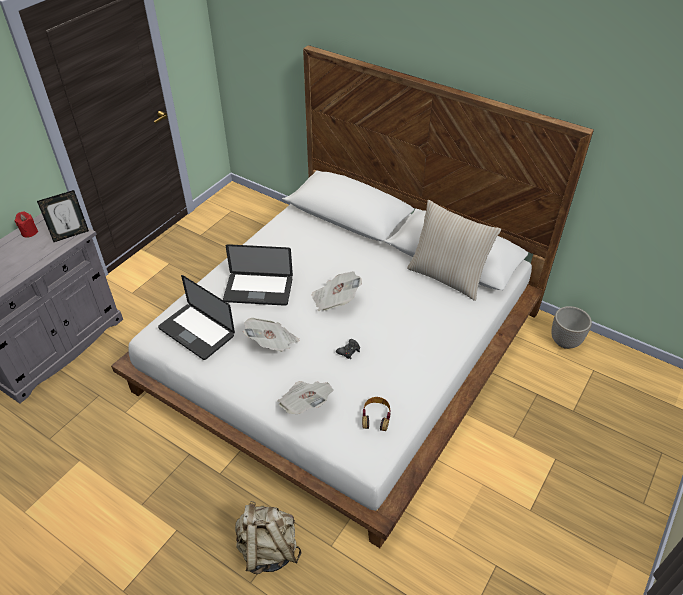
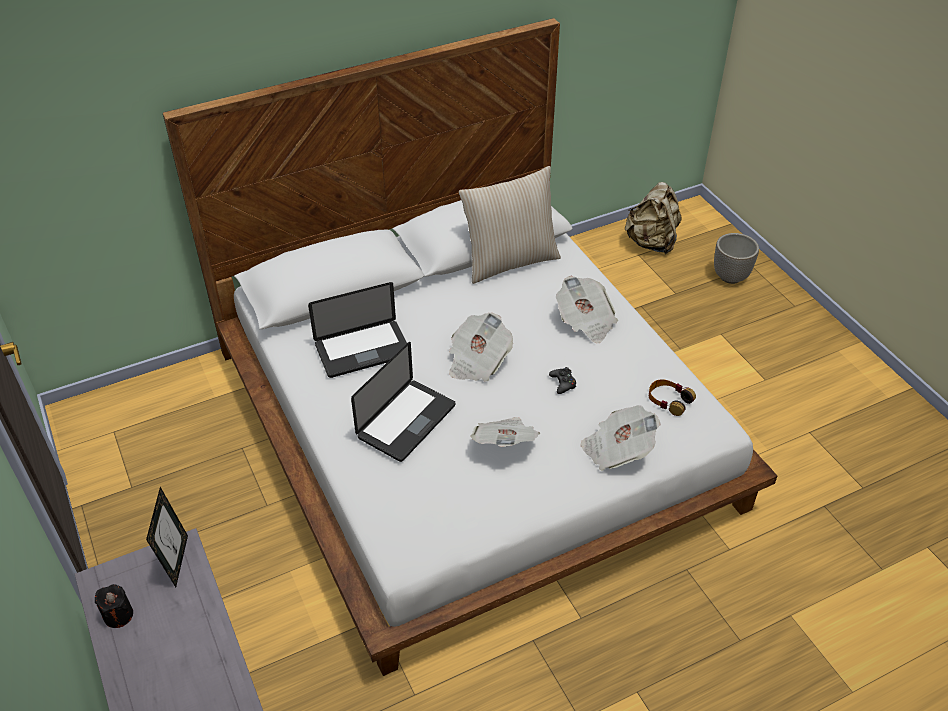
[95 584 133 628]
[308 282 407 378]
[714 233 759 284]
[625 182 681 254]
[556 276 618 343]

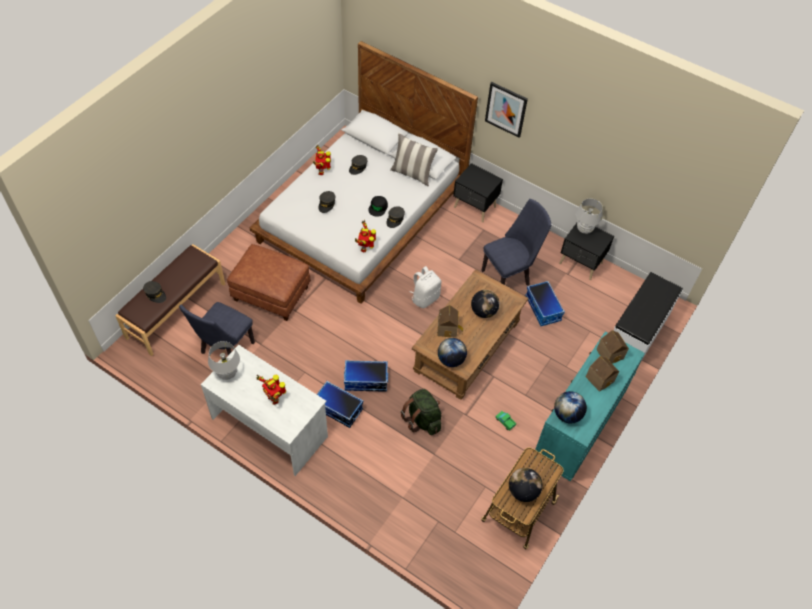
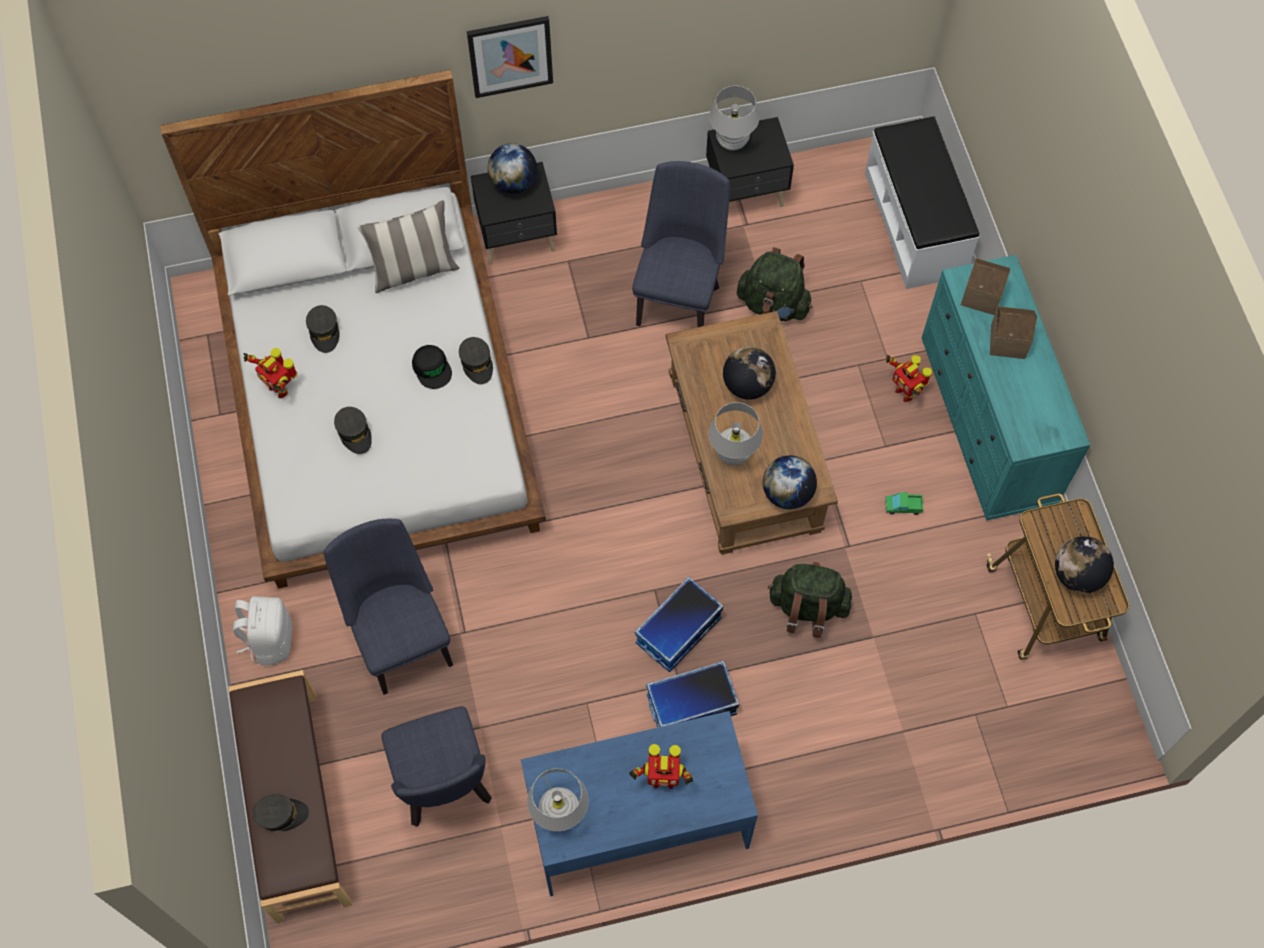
[886 355 932 402]
[324 519 453 695]
[233 596 292 666]
[737 247 812 321]
[709 402 763 465]
[521 711 758 896]
[488 143 537 194]

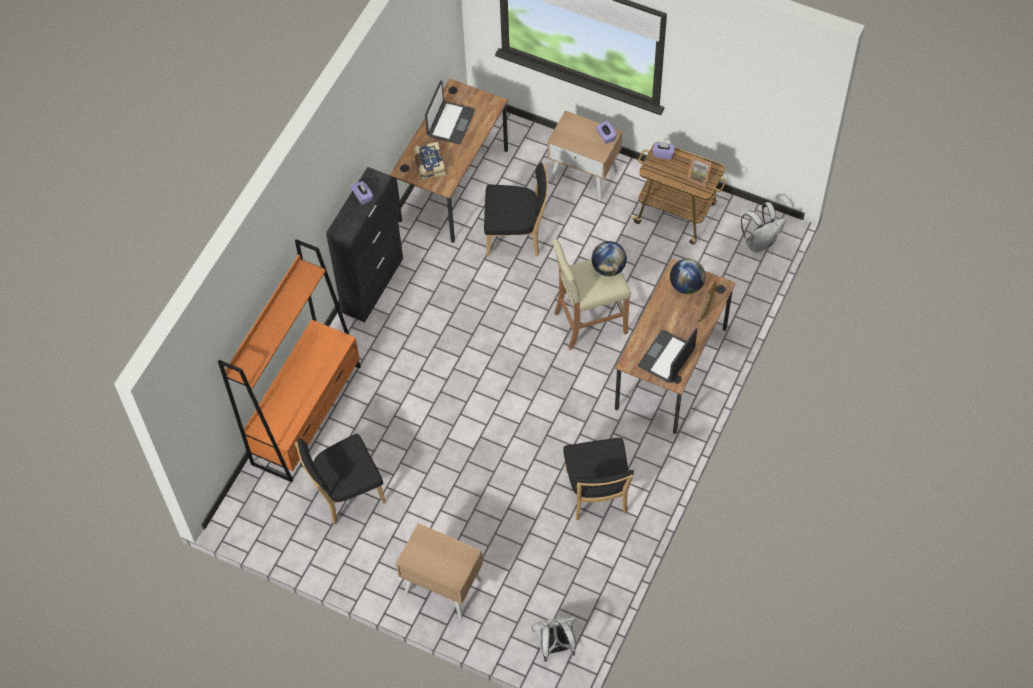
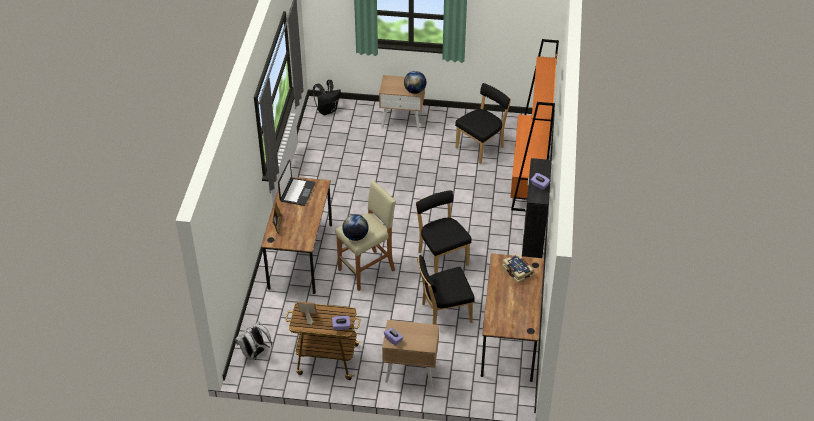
[425 80 475 144] (first image)
[404 71 427 94]
[416 190 471 274]
[313 80 341 115]

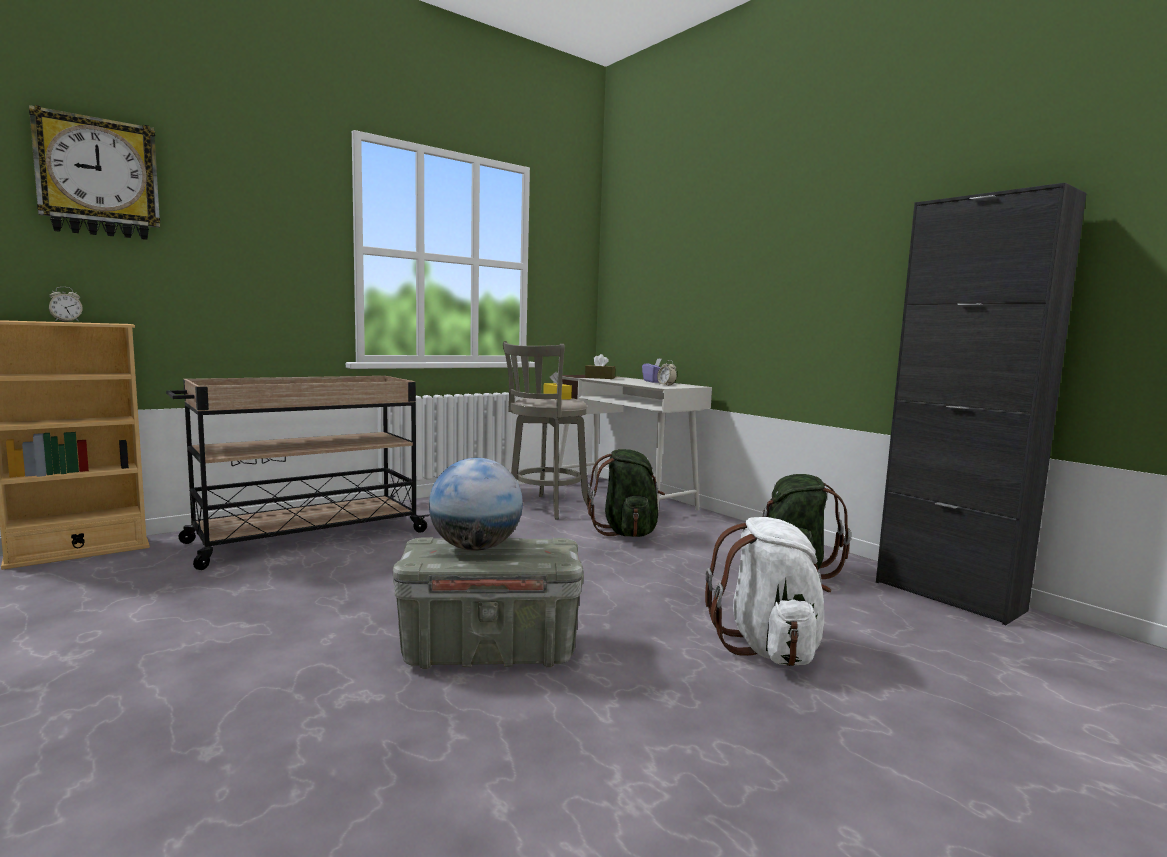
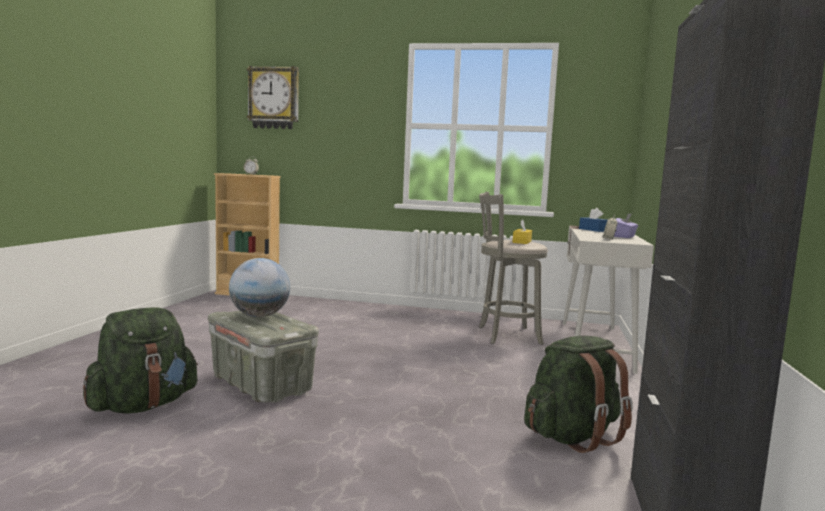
[579 208 607 232]
[166 376 429 570] (first image)
[83 307 198 414]
[705 517 831 666] (first image)

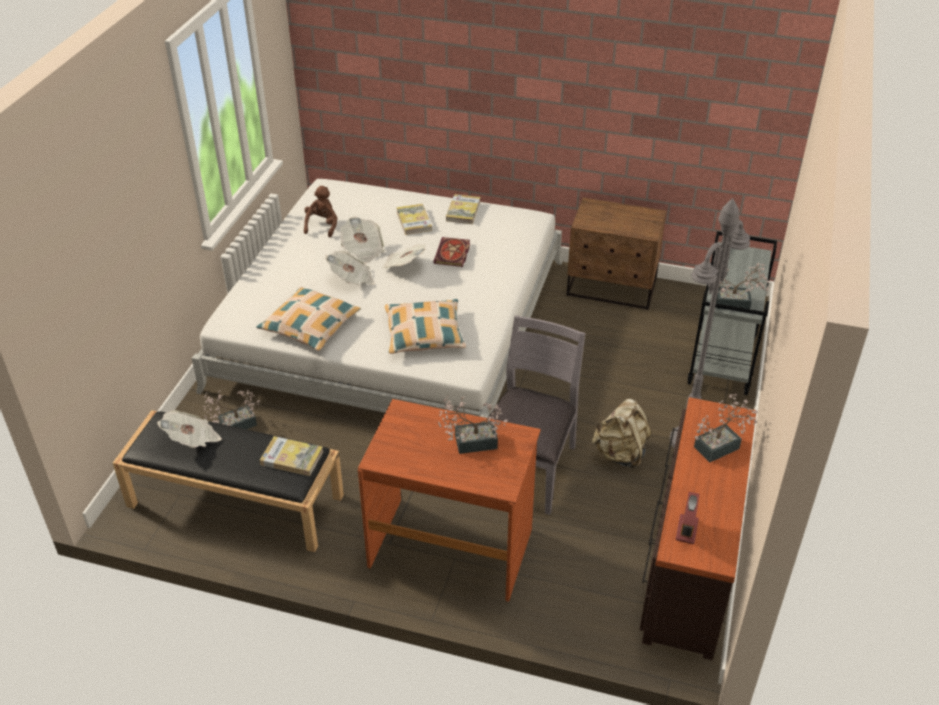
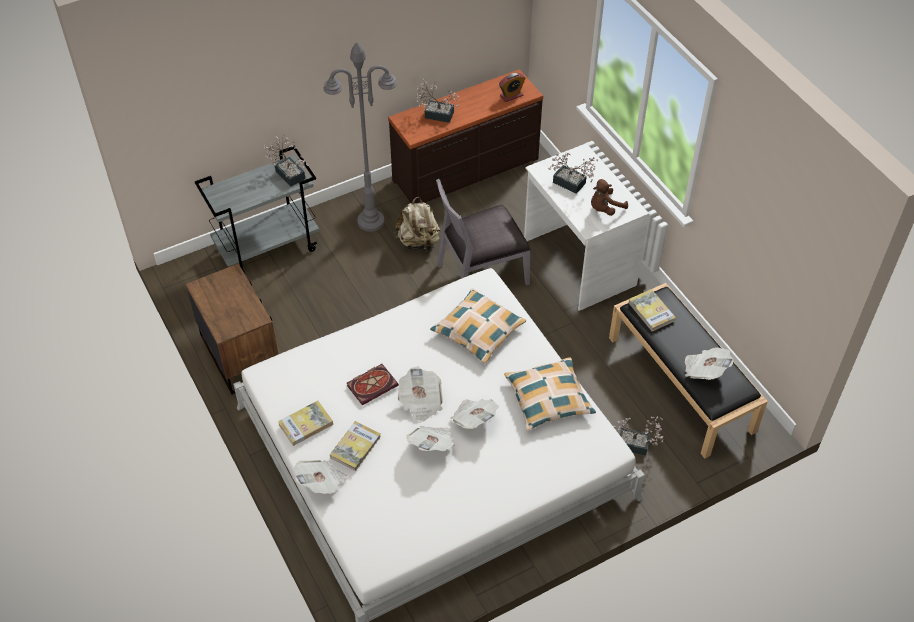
[591 179 628 216]
[524 143 649 311]
[294 460 348 494]

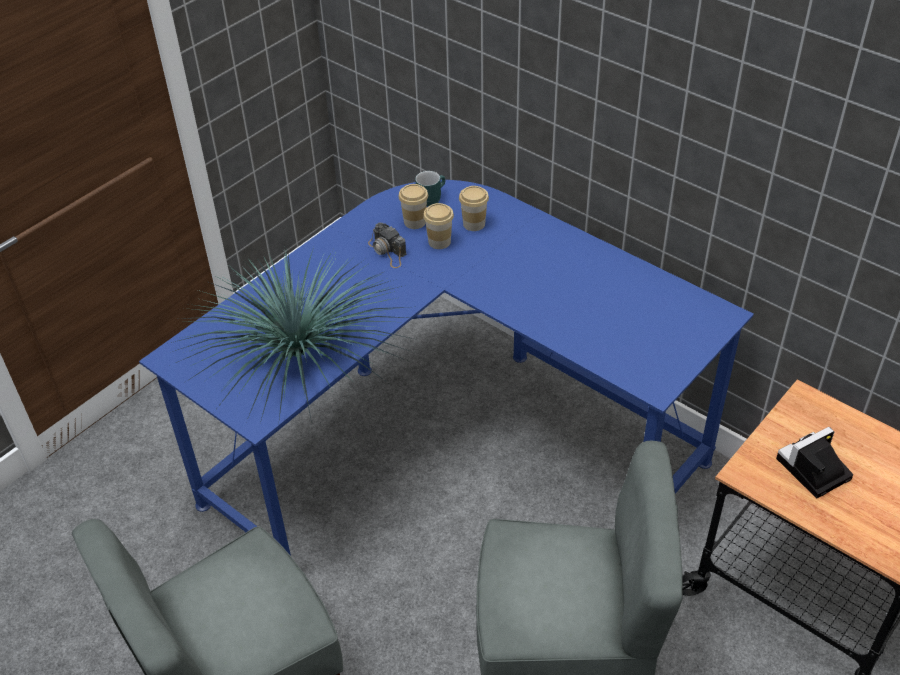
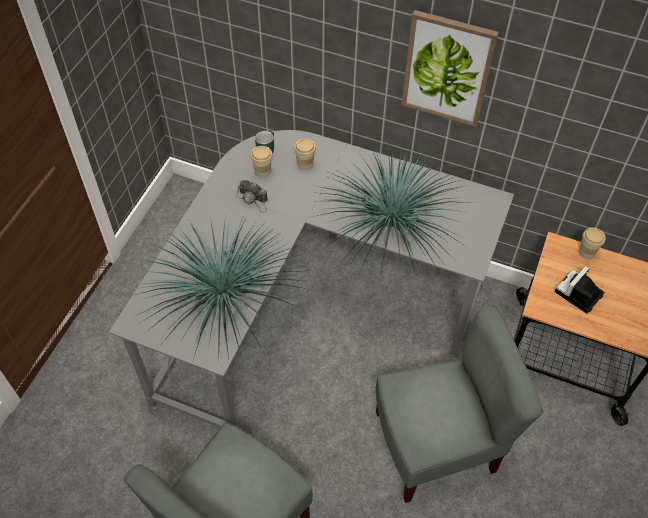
[109 130 514 427]
[579 228 606 259]
[402 10 499 127]
[308 150 470 276]

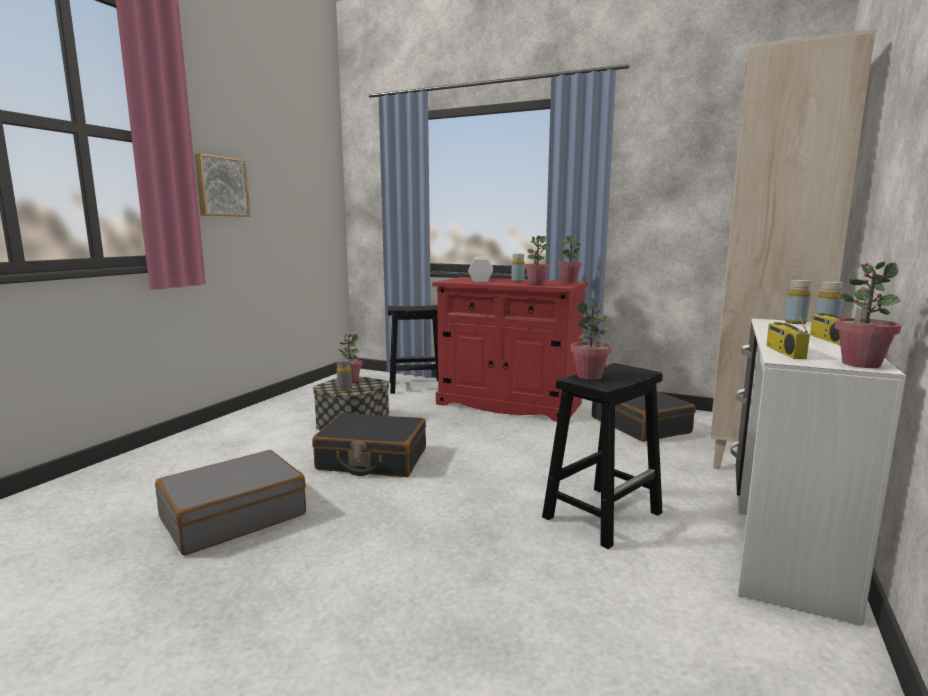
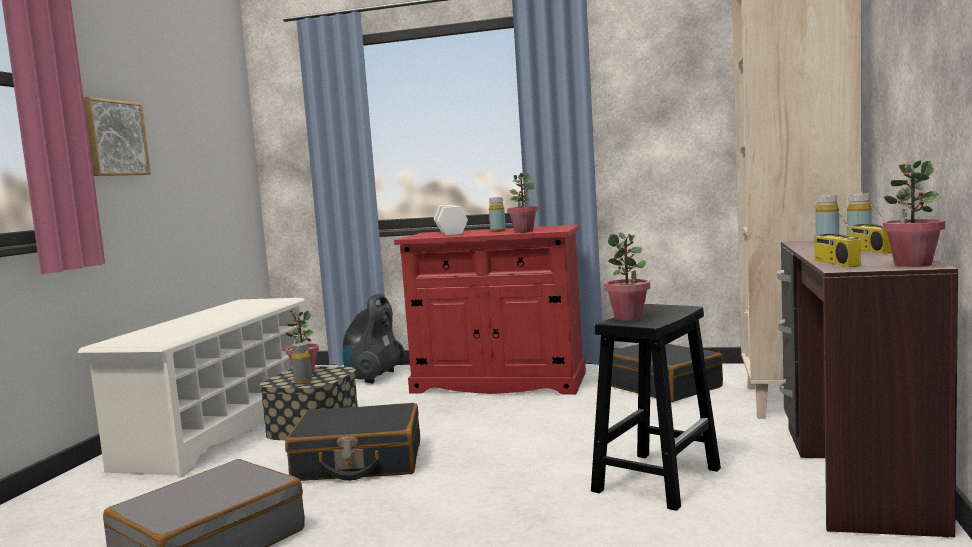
[558 236 582 283] (first image)
[342 294 405 384]
[777 240 958 538]
[78 298 306 478]

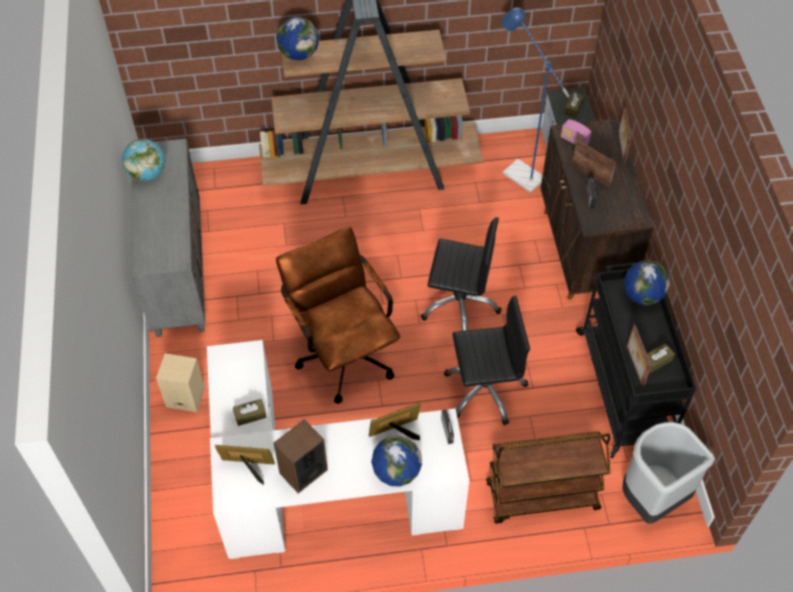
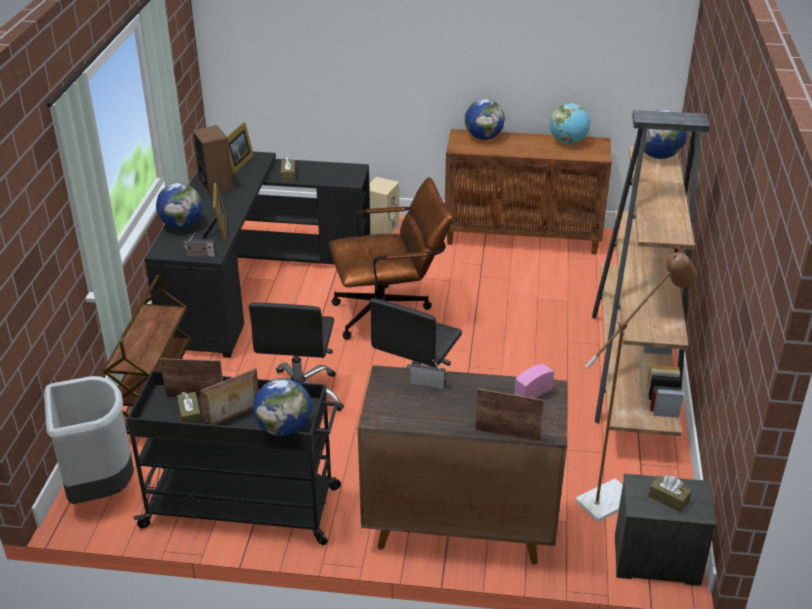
[575 252 697 522]
[445 129 612 255]
[200 368 259 425]
[144 152 370 358]
[465 99 505 140]

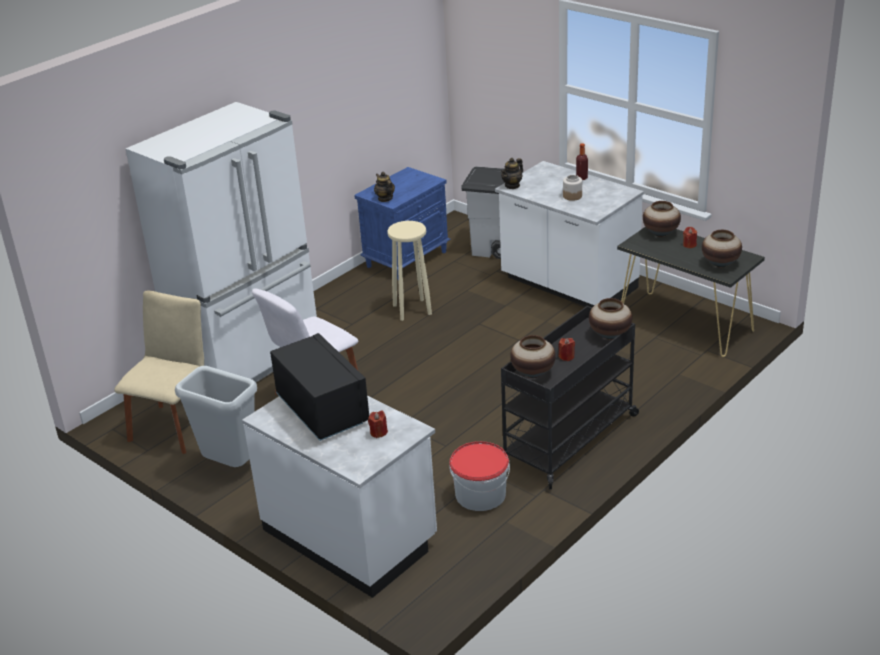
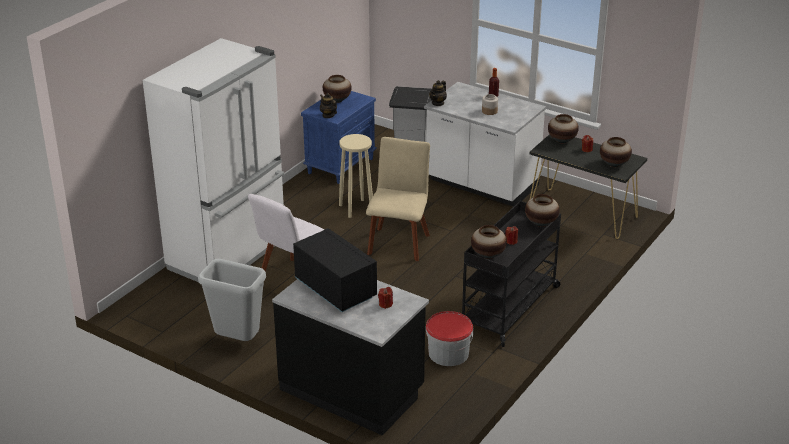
[366 137 430 261]
[272 279 429 435]
[323 75 352 103]

